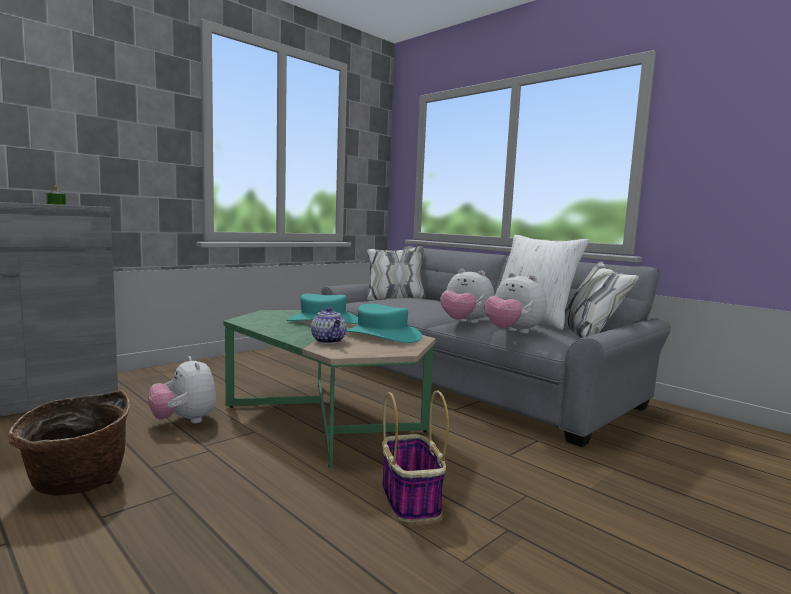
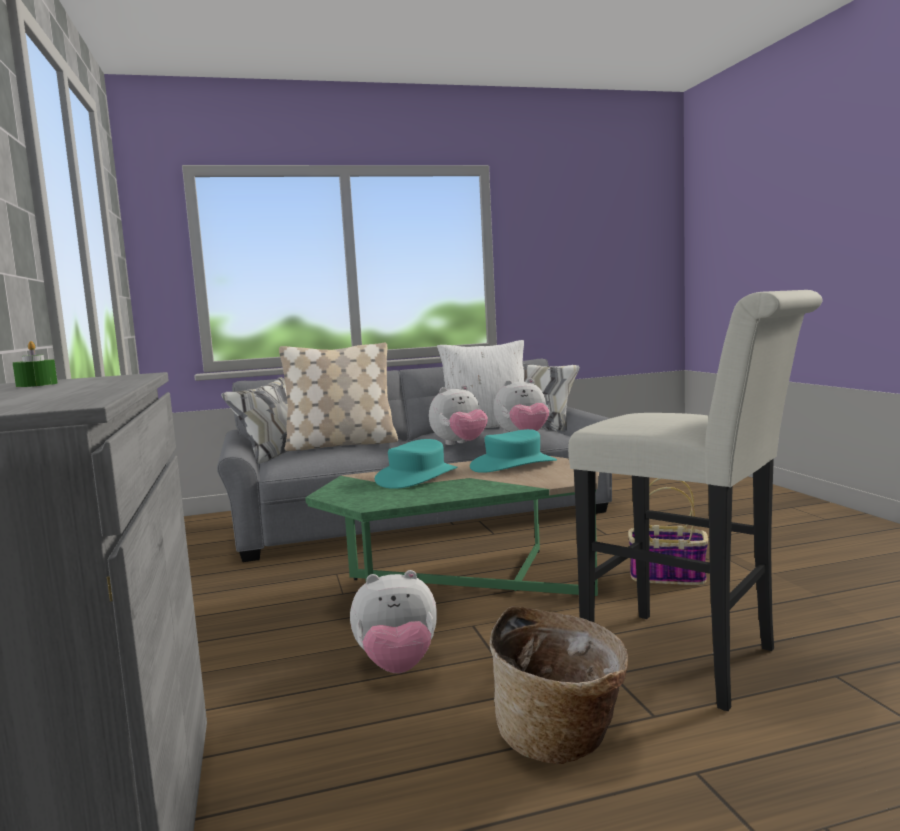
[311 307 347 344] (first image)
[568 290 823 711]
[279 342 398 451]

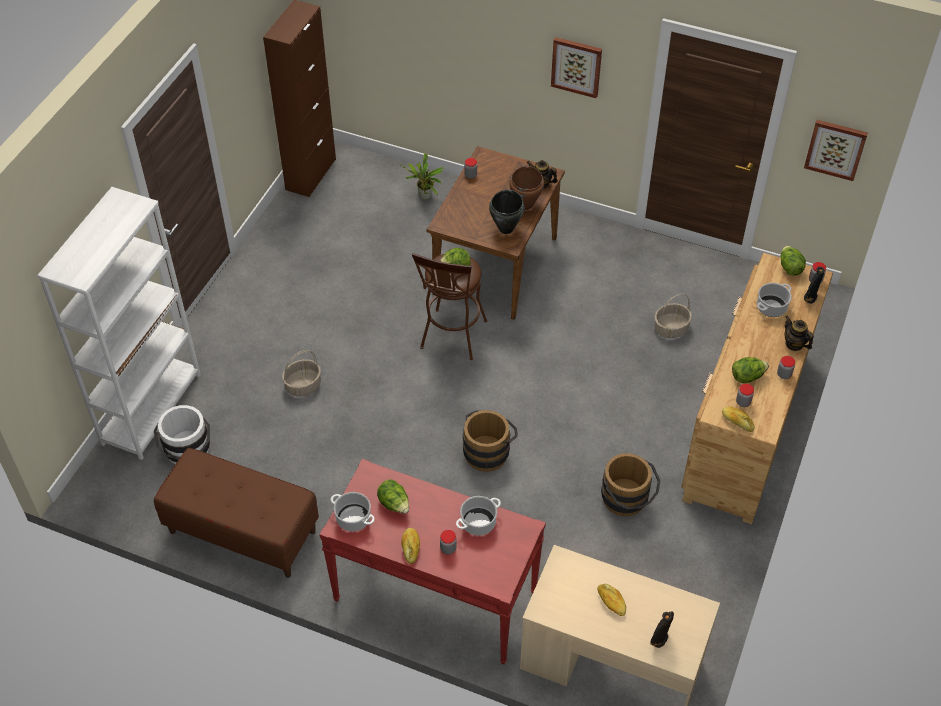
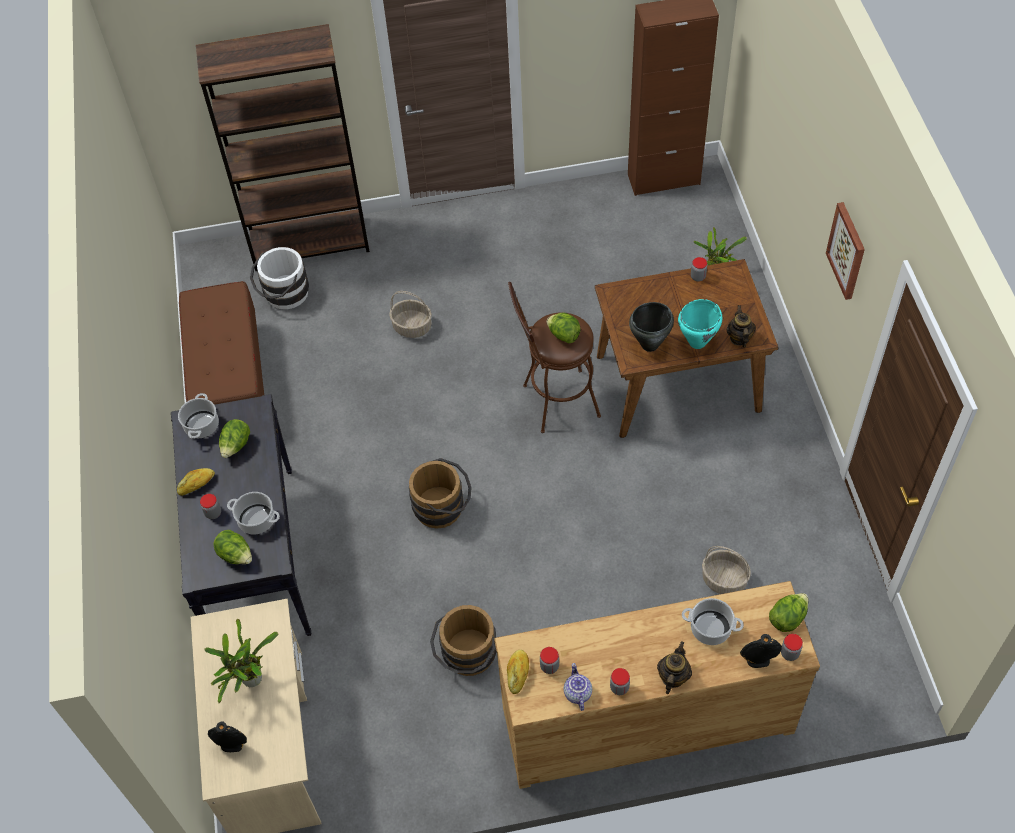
[804 120 868 181] (first image)
[678 299 722 349]
[196 24 370 271]
[213 530 252 564]
[171 394 312 636]
[204 619 278 703]
[564 663 592 711]

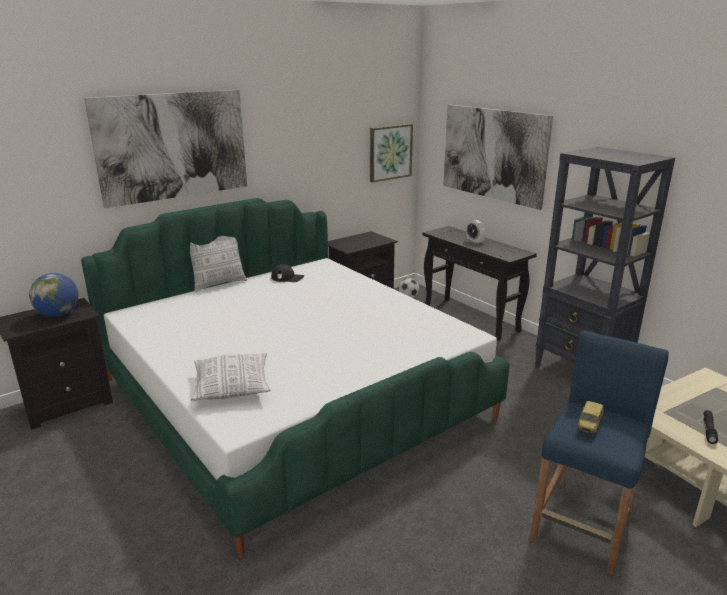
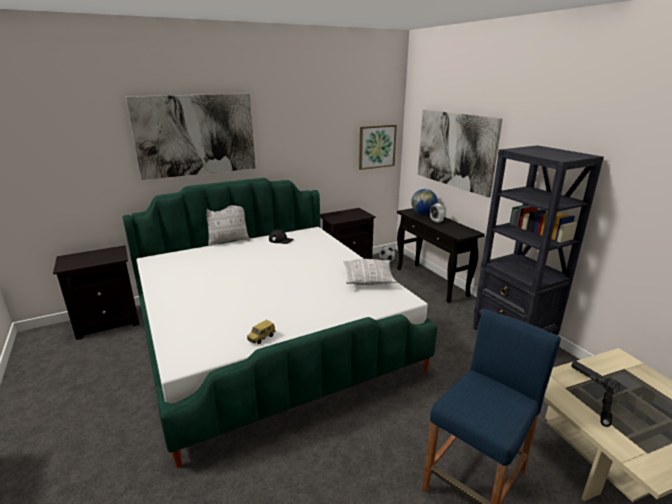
[411 189 438 215]
[344 259 397 285]
[247 320 276 344]
[571 361 620 394]

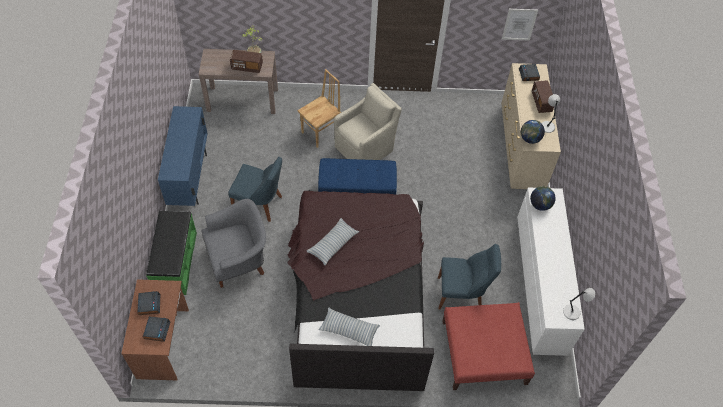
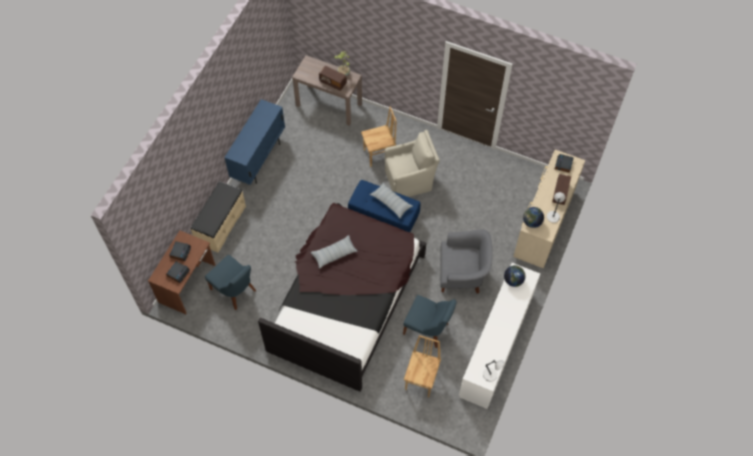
[502 9 538 41] (first image)
[205 255 256 310]
[440 230 492 294]
[190 181 246 253]
[404 335 441 397]
[370 183 413 218]

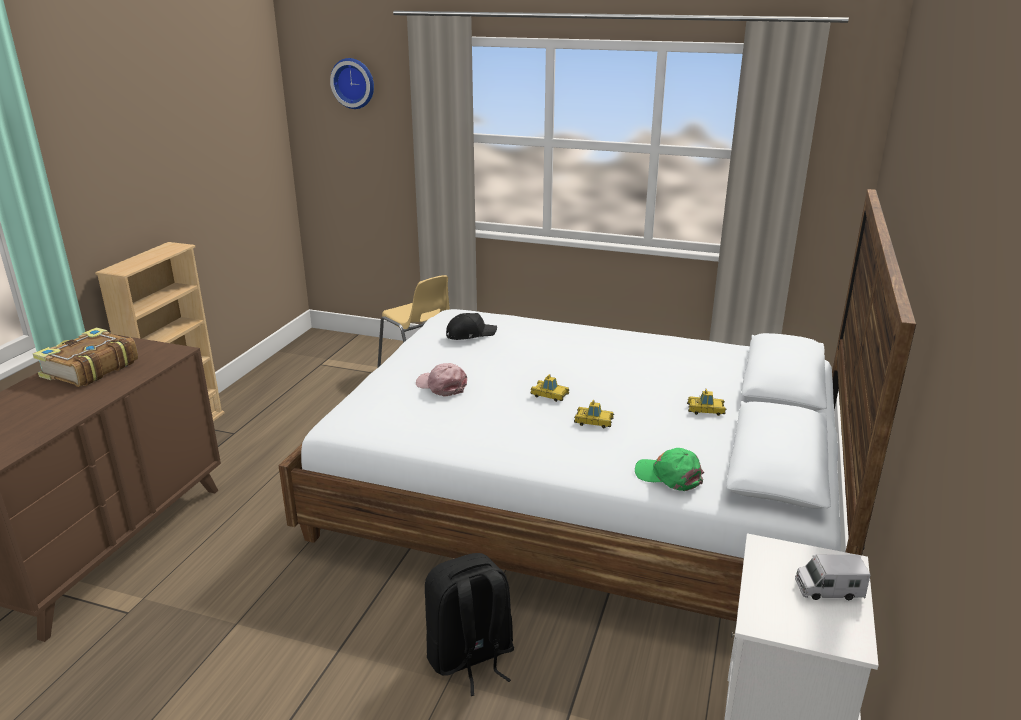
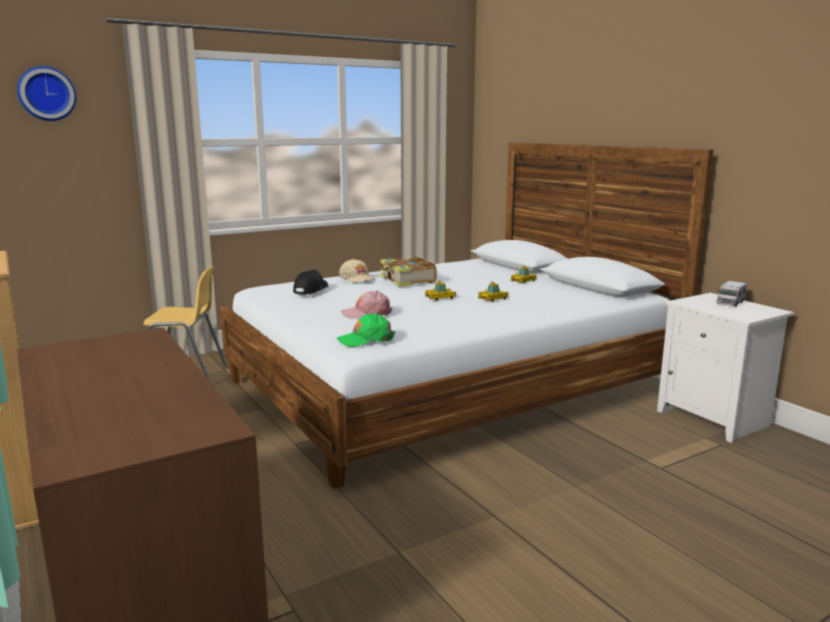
[380 257 437 287]
[337 313 396 347]
[425 553 514 696] (first image)
[339 259 375 283]

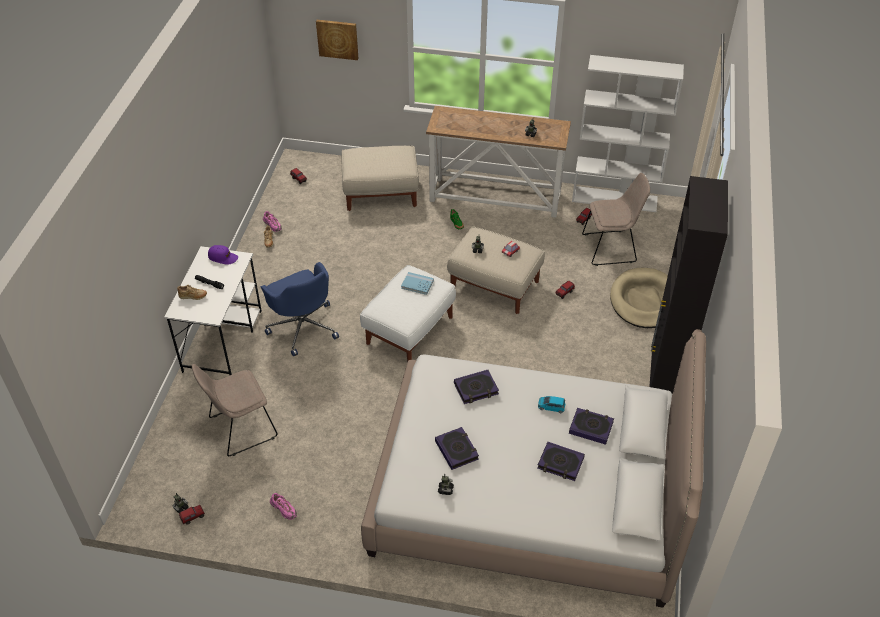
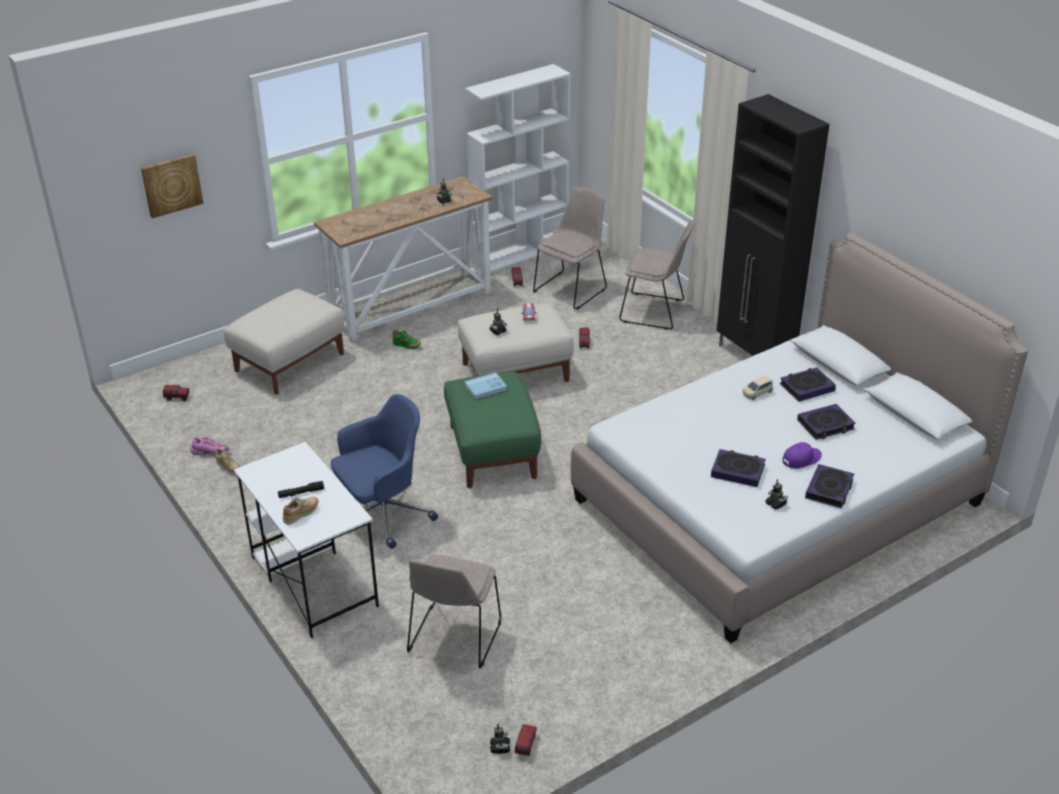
[782 442 822 469]
[331 394 438 549]
[444 372 541 488]
[619 220 694 330]
[805 464 854 508]
[743 376 773 400]
[270 493 297 520] (first image)

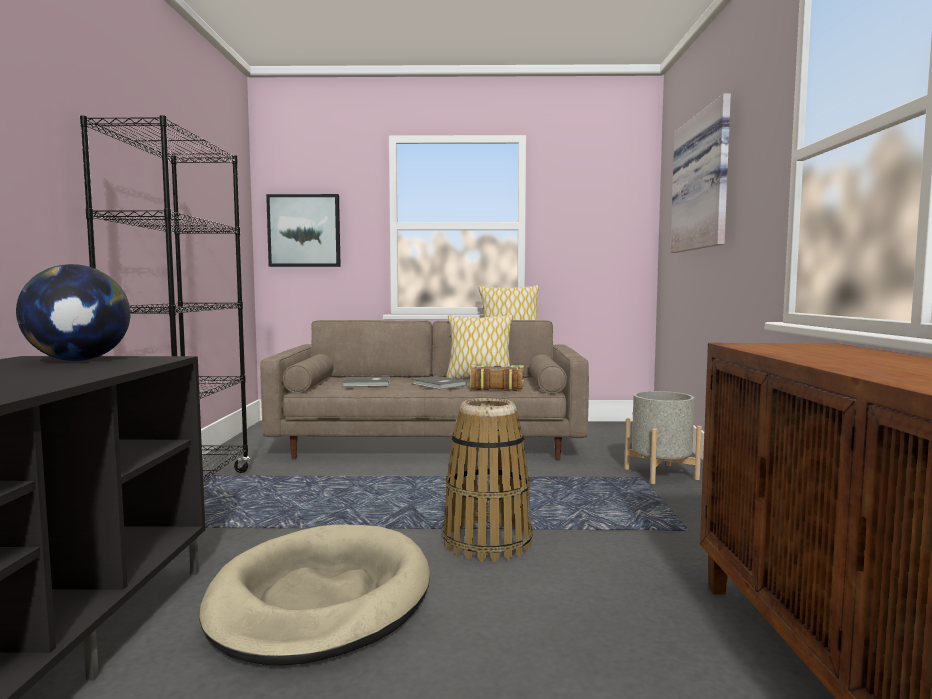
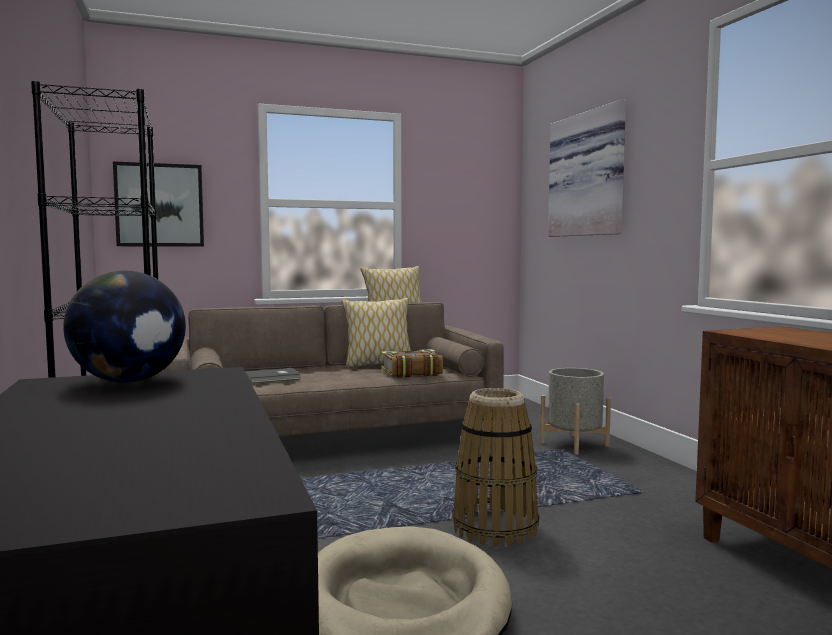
[412 376 467 389] (first image)

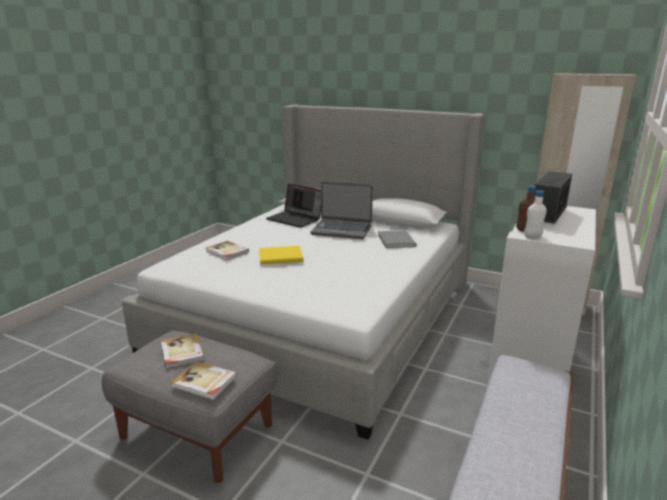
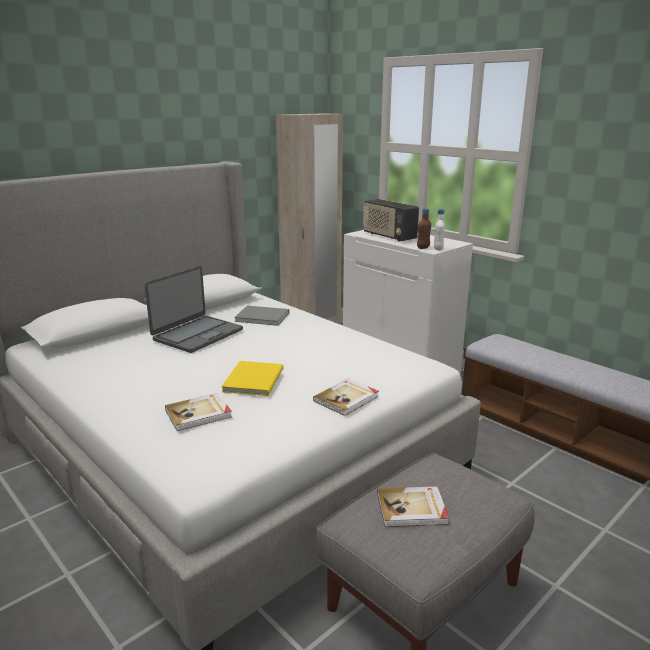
[266 184 321 228] (first image)
[313 379 379 416]

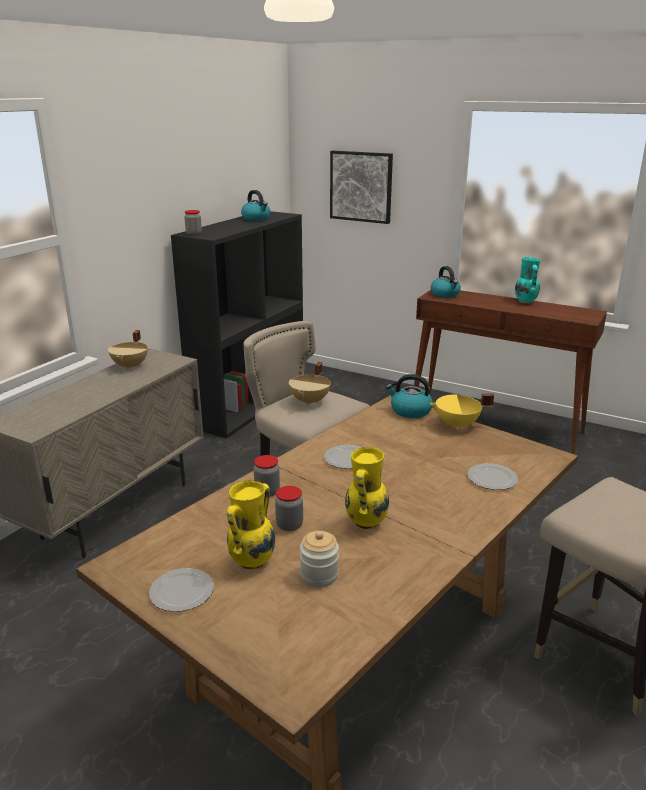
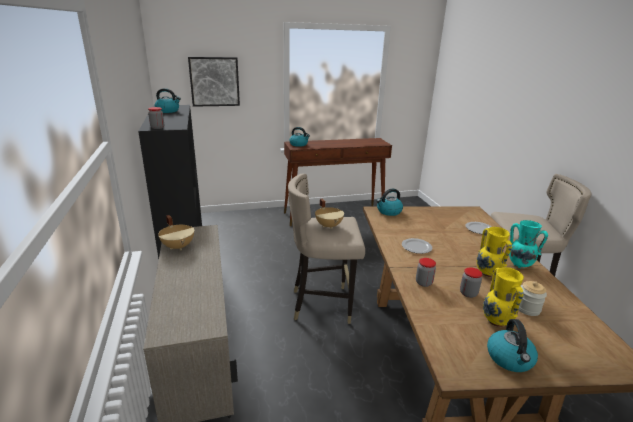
[509 220 548 269]
[429 393 494 430] (first image)
[487 319 538 372]

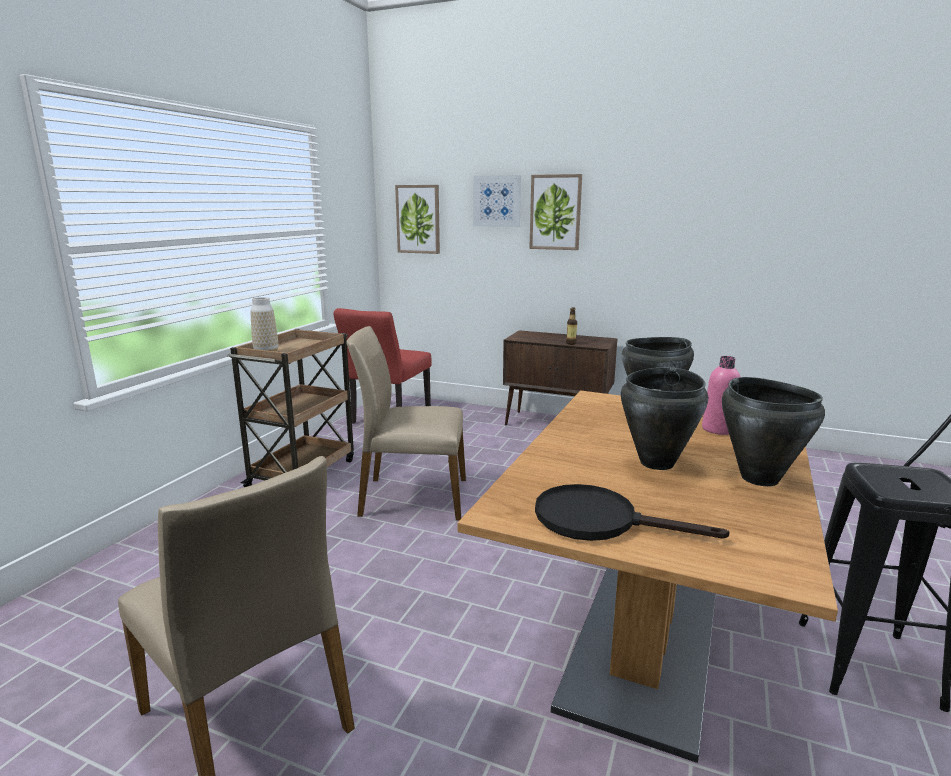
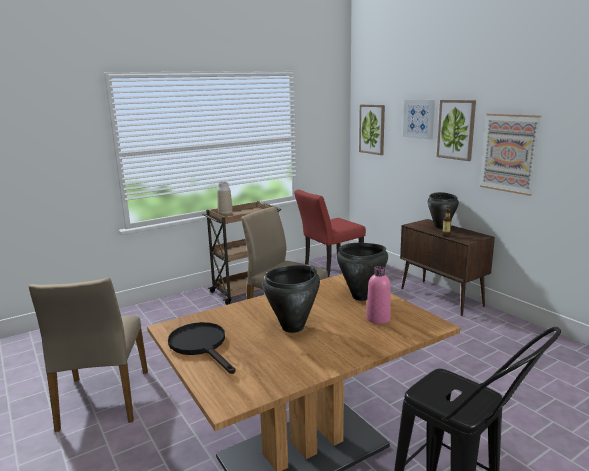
[428 192 459 229]
[480 114 541 196]

